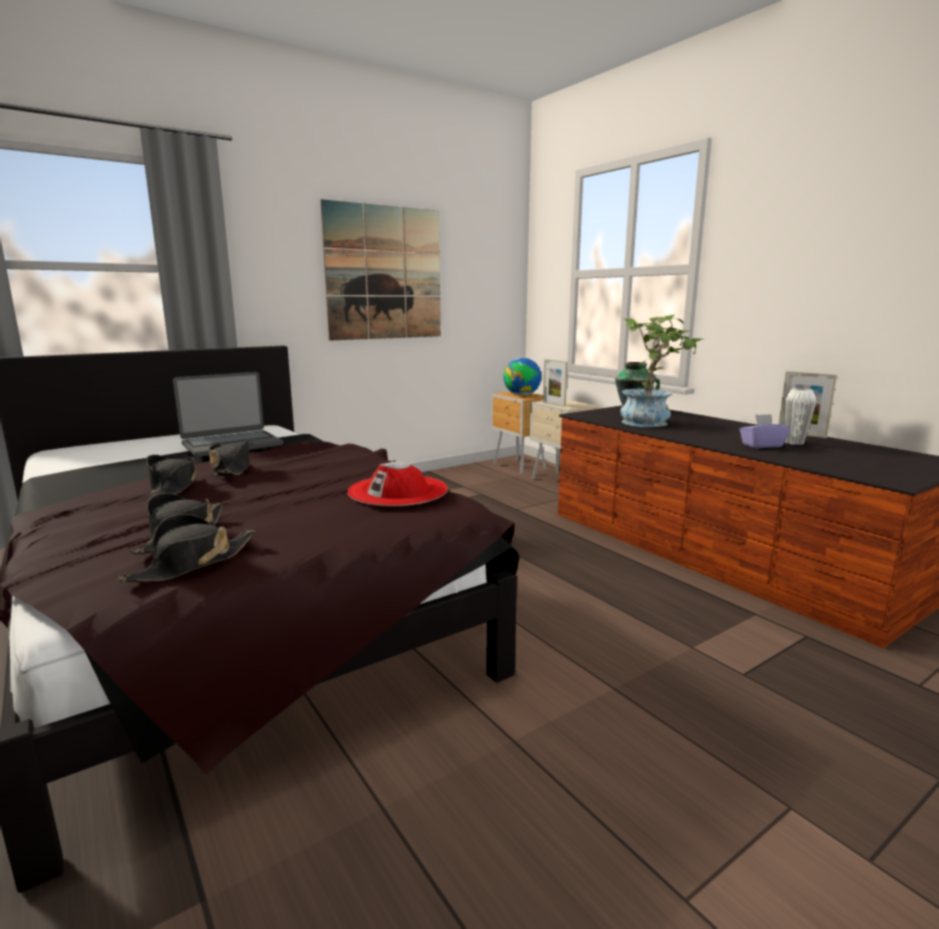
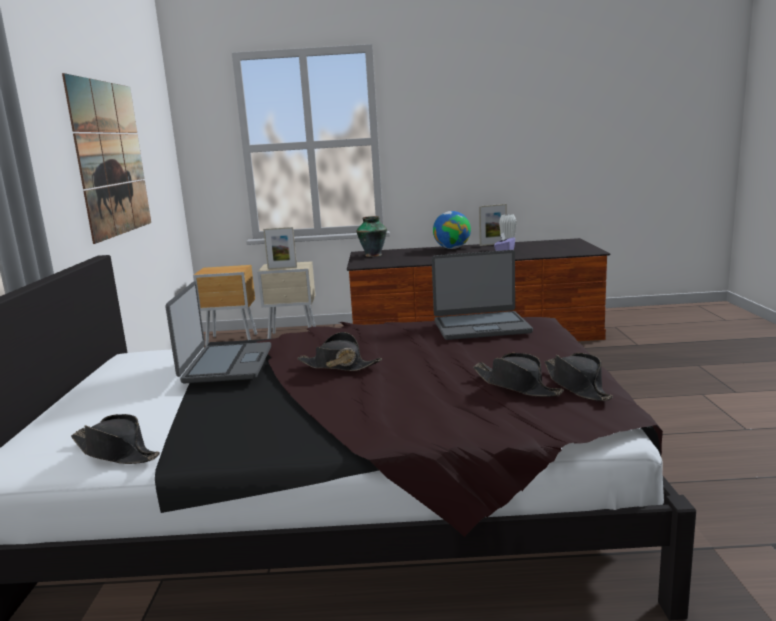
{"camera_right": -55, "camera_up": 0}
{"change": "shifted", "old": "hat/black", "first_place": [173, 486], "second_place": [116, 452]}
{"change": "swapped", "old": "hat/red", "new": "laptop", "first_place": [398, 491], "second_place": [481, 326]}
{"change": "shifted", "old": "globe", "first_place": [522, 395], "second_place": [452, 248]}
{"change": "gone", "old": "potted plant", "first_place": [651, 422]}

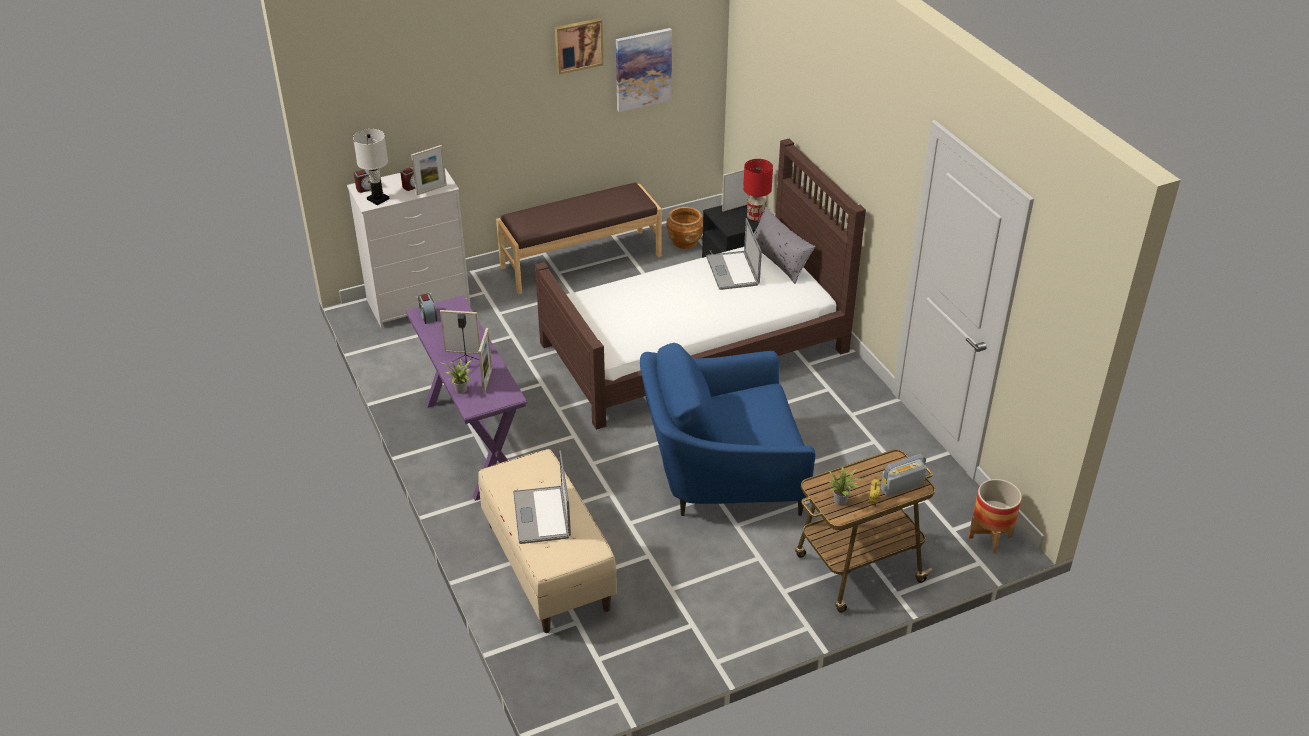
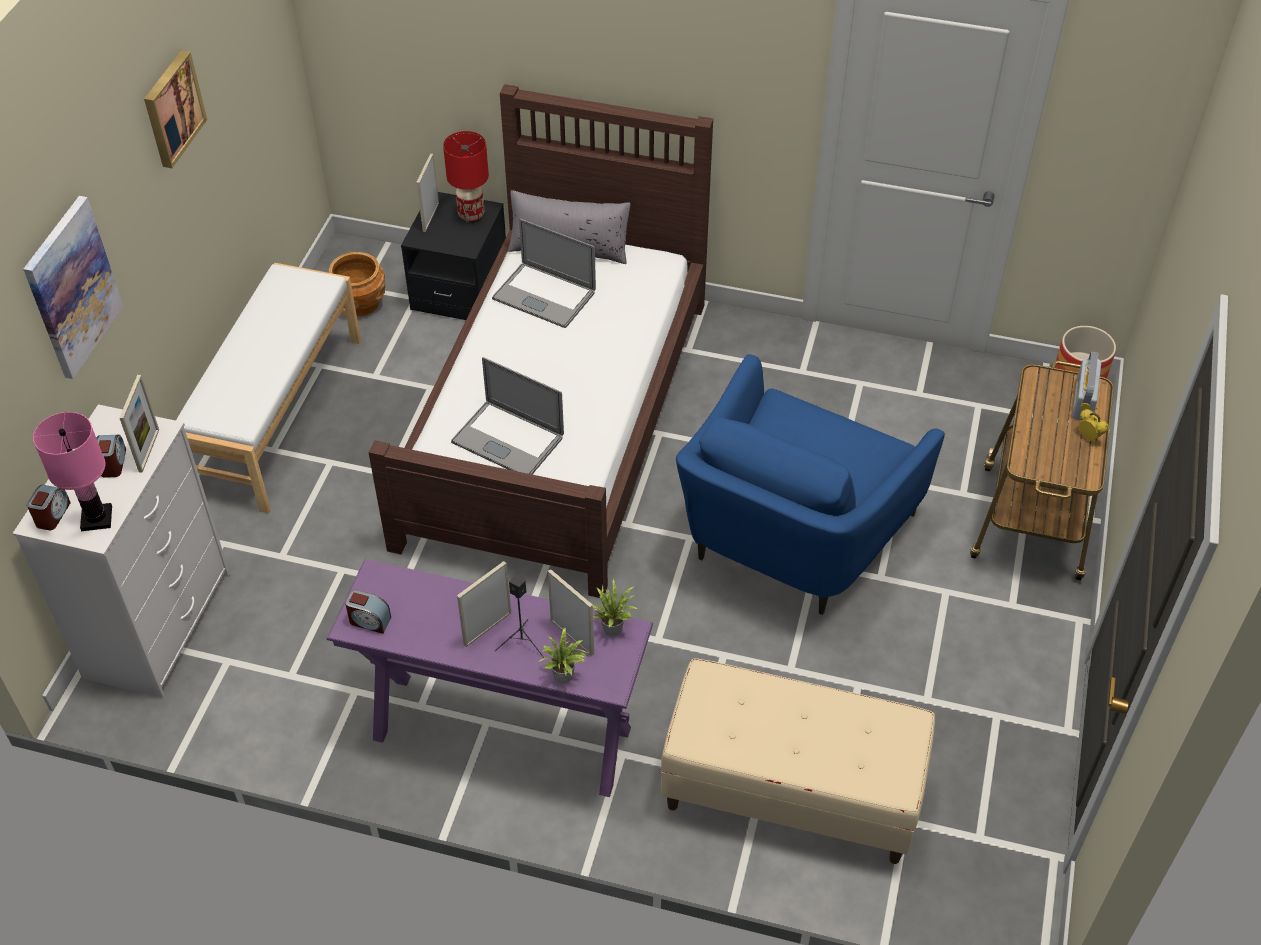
{"camera_right": -50, "camera_up": 10}
{"change": "repainted", "old": "table lamp/white", "new": "table lamp/pink", "first_place": [378, 199], "second_place": [96, 518]}
{"change": "repainted", "old": "bench/brown", "new": "bench/white", "first_place": [580, 261], "second_place": [277, 414]}
{"change": "shifted", "old": "laptop", "first_place": [542, 515], "second_place": [507, 439]}
{"change": "shifted", "old": "picture", "first_place": [643, 69], "second_place": [71, 287]}
{"change": "shifted", "old": "potted plant", "first_place": [842, 500], "second_place": [613, 627]}

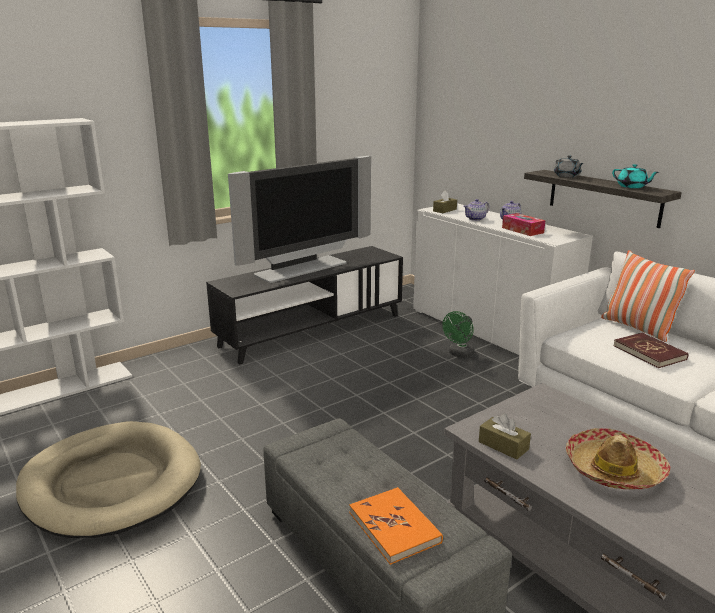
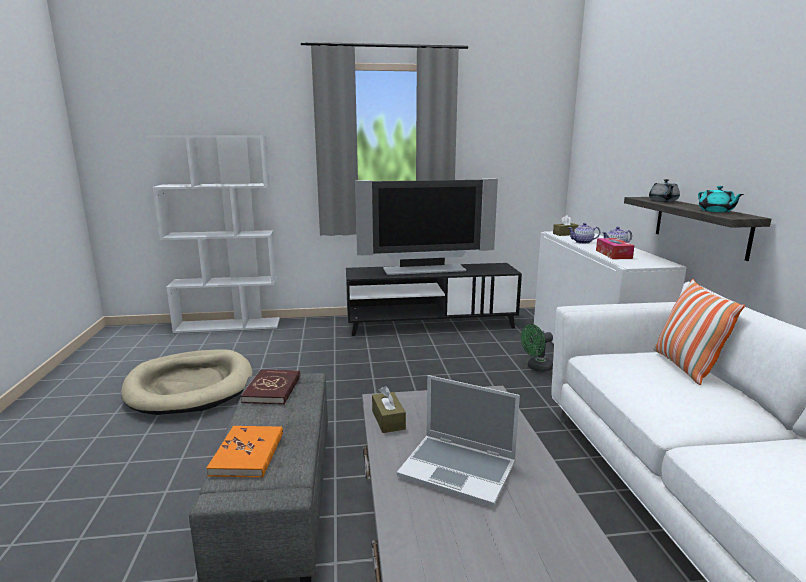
{"camera_right": 30, "camera_up": -5}
{"change": "swapped", "old": "hat", "new": "laptop", "first_place": [614, 470], "second_place": [459, 470]}
{"change": "shifted", "old": "book/red", "first_place": [649, 352], "second_place": [272, 389]}

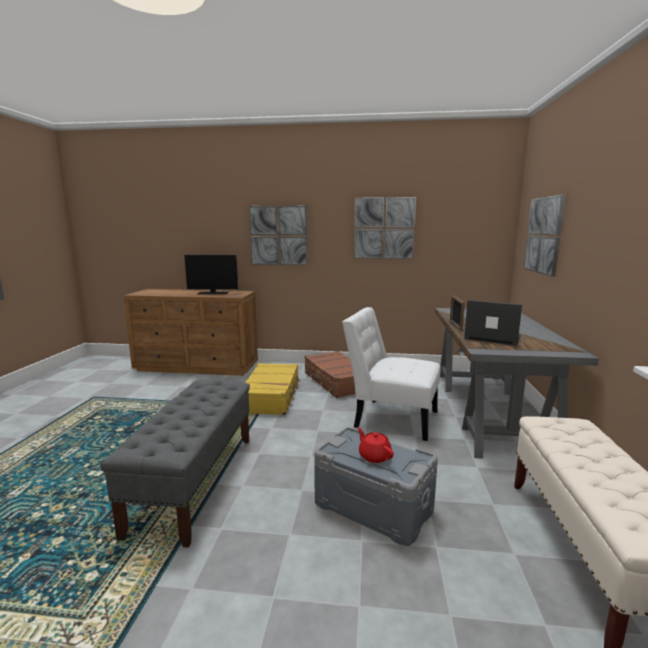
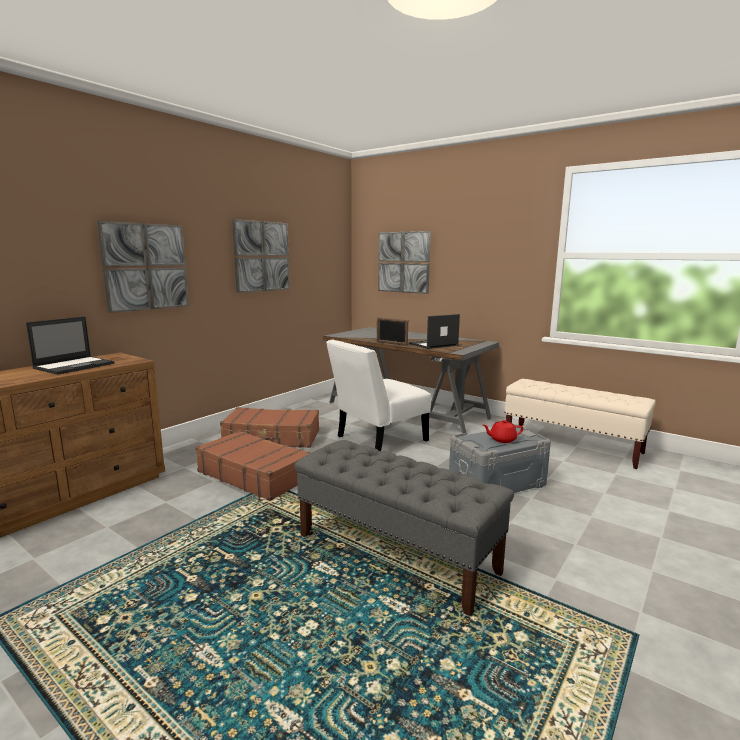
{"camera_right": -60, "camera_up": 0}
{"change": "swapped", "old": "monitor", "new": "laptop", "first_place": [213, 293], "second_place": [75, 366]}
{"change": "repainted", "old": "suitcase/yellow", "new": "suitcase/brown", "first_place": [271, 396], "second_place": [254, 475]}

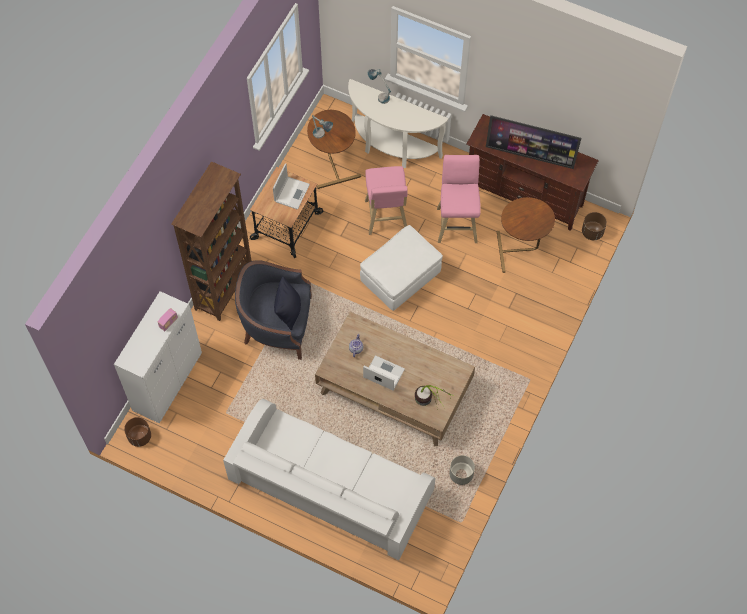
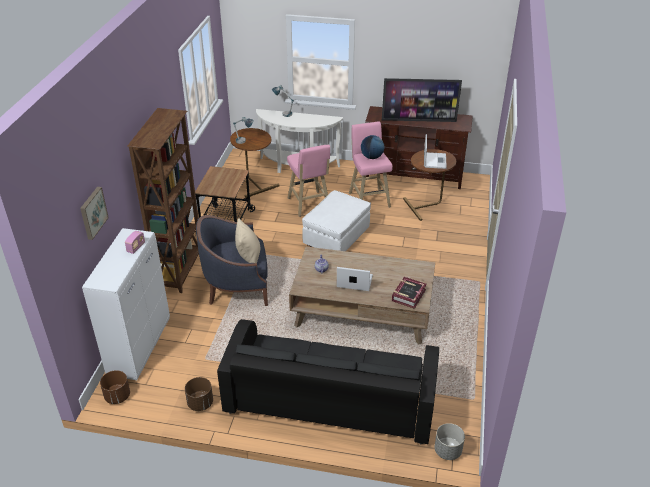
{"camera_right": -15, "camera_up": -25}
{"change": "repainted", "old": "sofa/white", "new": "sofa/black", "first_place": [330, 486], "second_place": [330, 397]}
{"change": "shifted", "old": "laptop", "first_place": [292, 192], "second_place": [434, 160]}
{"change": "repainted", "old": "pillow/black", "new": "pillow/beige", "first_place": [288, 311], "second_place": [249, 257]}
{"change": "swapped", "old": "potted plant", "new": "book", "first_place": [430, 405], "second_place": [408, 295]}
{"change": "shifted", "old": "planter/grey", "first_place": [461, 474], "second_place": [447, 451]}
{"change": "shifted", "old": "planter/brown", "first_place": [592, 232], "second_place": [200, 403]}
{"change": "new", "new": "picture", "second_place": [92, 212]}
{"change": "new", "new": "globe", "second_place": [372, 157]}

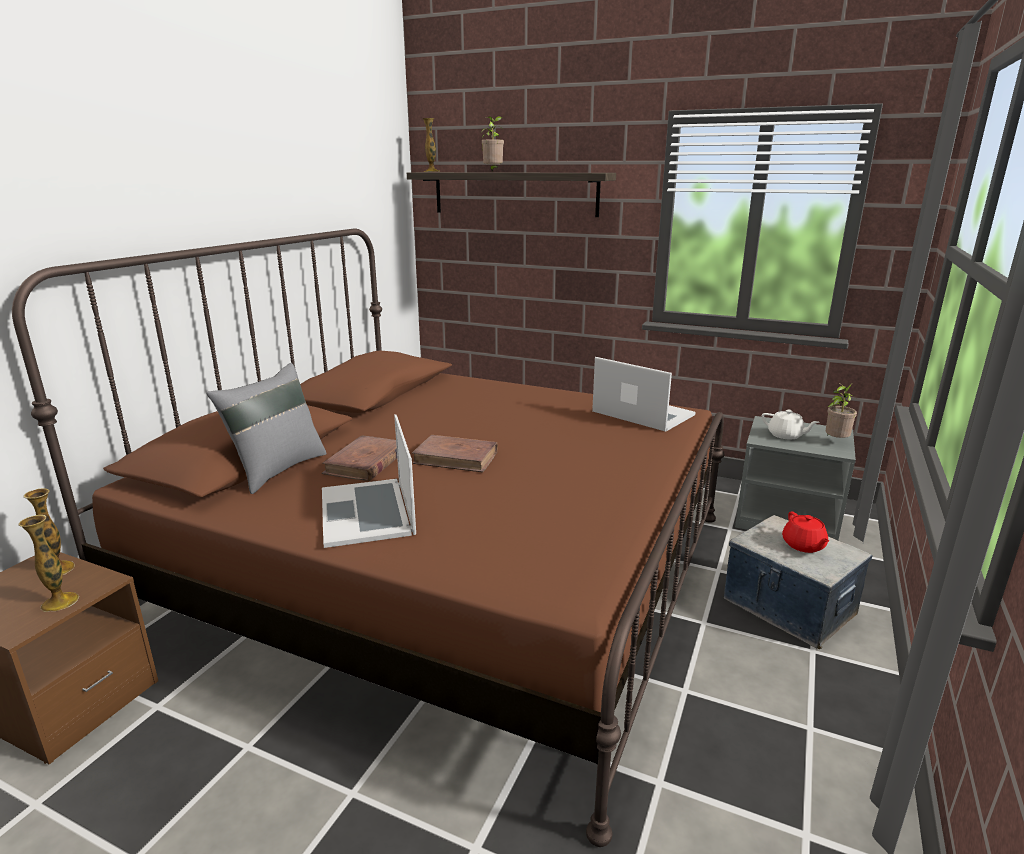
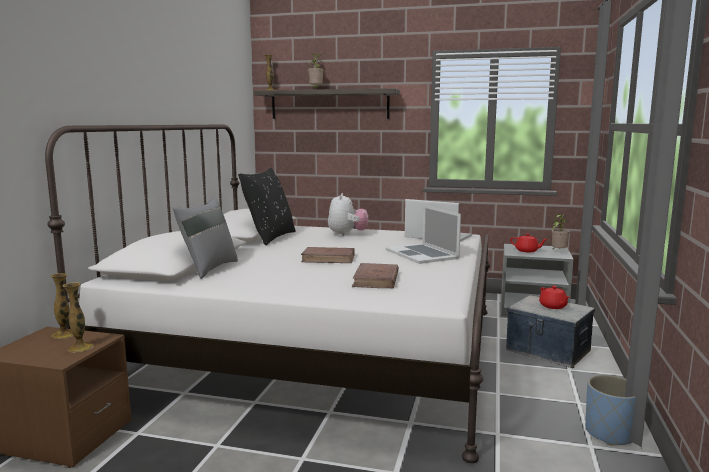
{"camera_right": -10, "camera_up": -10}
{"change": "repainted", "old": "bed/brown", "new": "bed/white", "first_place": [450, 570], "second_place": [316, 350]}
{"change": "shifted", "old": "laptop", "first_place": [368, 512], "second_place": [422, 254]}
{"change": "shifted", "old": "book/brown", "first_place": [366, 462], "second_place": [376, 279]}
{"change": "repainted", "old": "teapot/white", "new": "teapot/red", "first_place": [786, 435], "second_place": [527, 251]}
{"change": "new", "new": "pillow/black", "second_place": [269, 237]}
{"change": "new", "new": "plush toy", "second_place": [347, 234]}
{"change": "new", "new": "planter/blue", "second_place": [610, 434]}

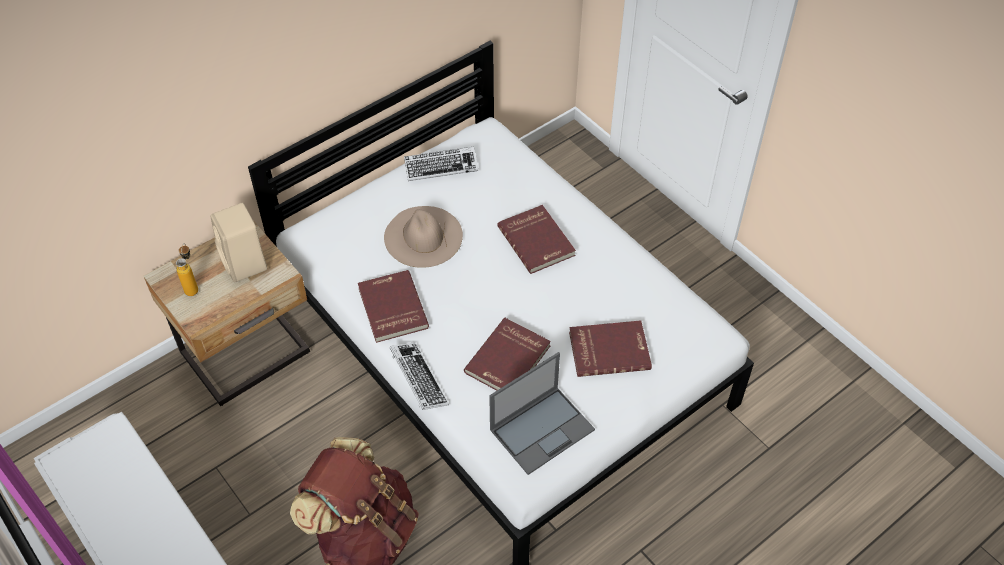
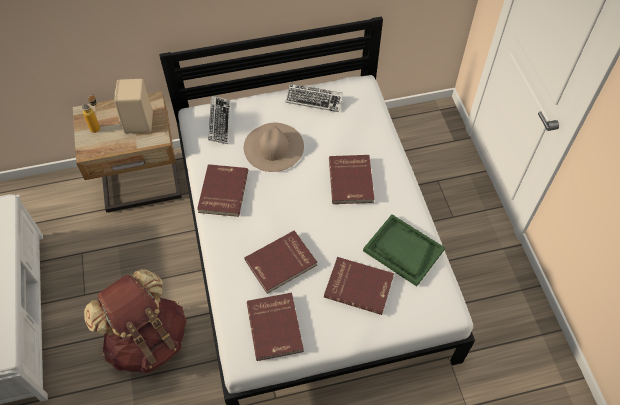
{"camera_right": 25, "camera_up": 5}
{"change": "shifted", "old": "keyboard", "first_place": [418, 379], "second_place": [219, 122]}
{"change": "swapped", "old": "laptop", "new": "book/red", "first_place": [542, 429], "second_place": [276, 327]}
{"change": "new", "new": "tray/green", "second_place": [403, 250]}

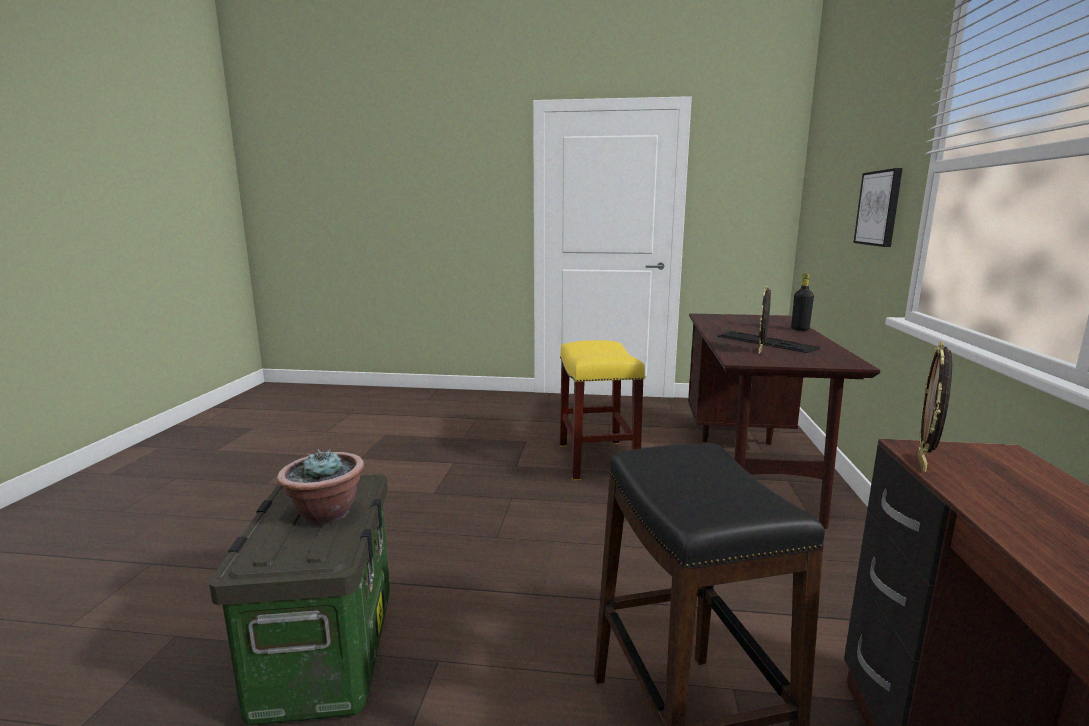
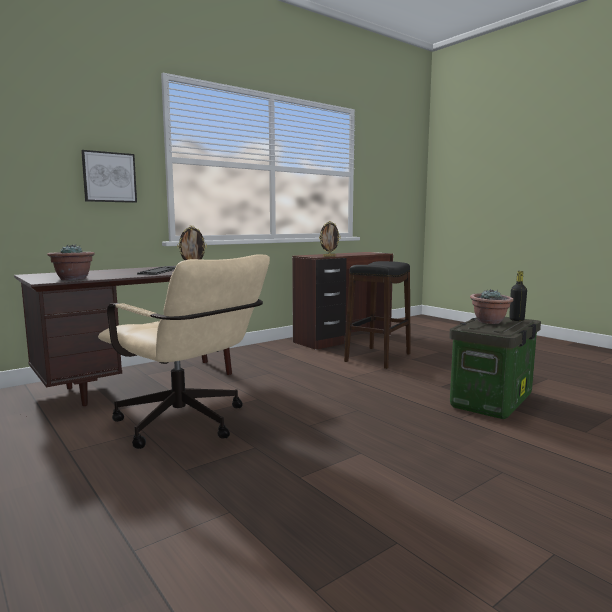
{"camera_right": -135, "camera_up": -5}
{"change": "swapped", "old": "stool/yellow", "new": "office chair/beige", "first_place": [596, 459], "second_place": [188, 425]}
{"change": "shifted", "old": "bottle/black", "first_place": [800, 329], "second_place": [516, 320]}
{"change": "new", "new": "potted plant", "second_place": [73, 279]}

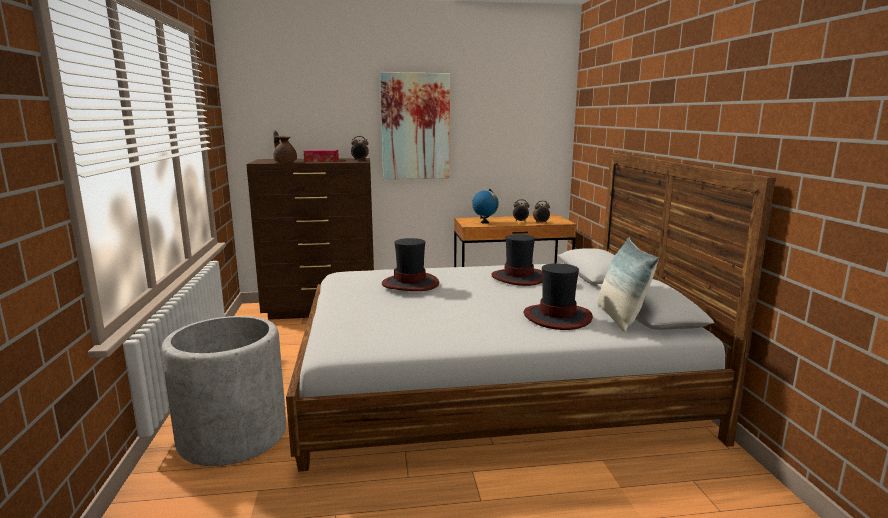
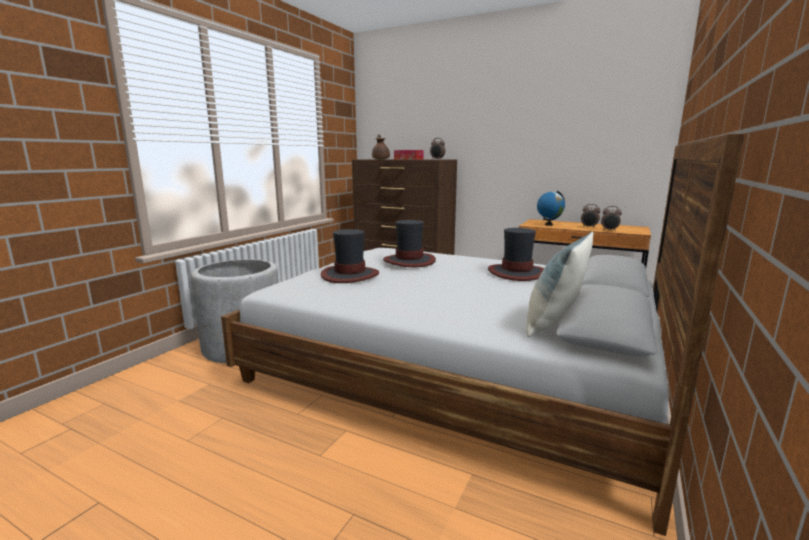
{"camera_right": 35, "camera_up": 0}
{"change": "gone", "old": "picture", "first_place": [415, 127]}
{"change": "shifted", "old": "hat", "first_place": [557, 317], "second_place": [350, 275]}

